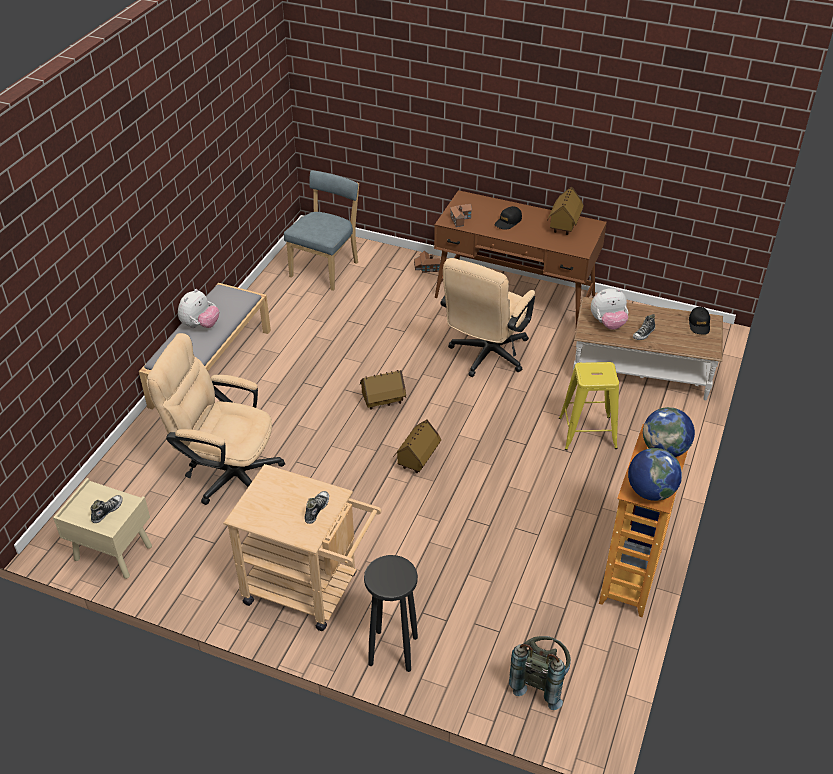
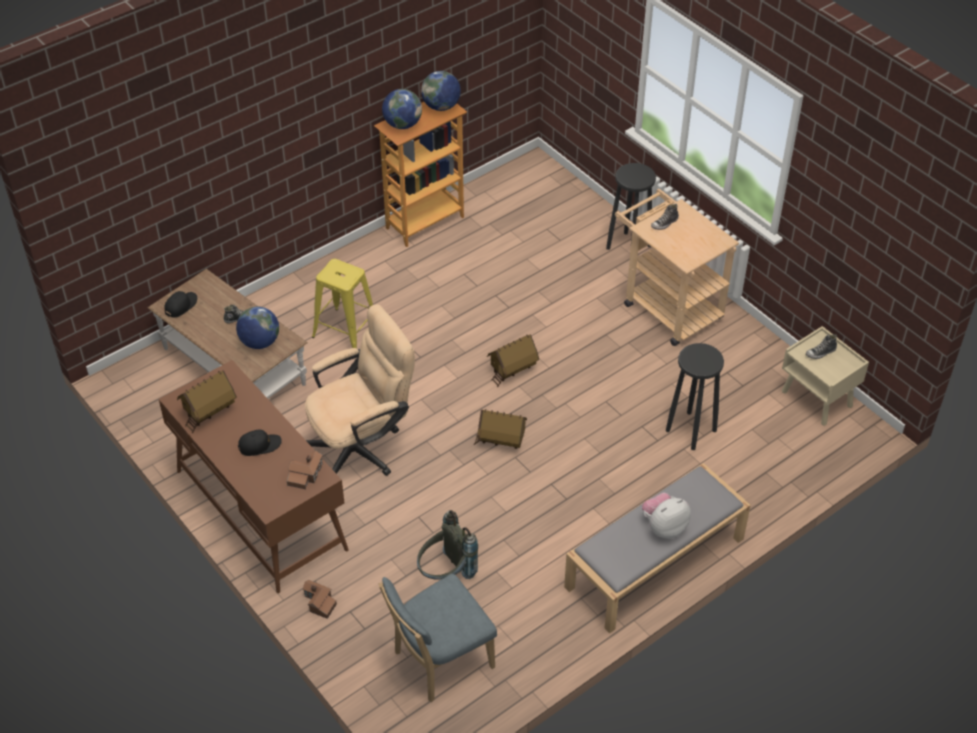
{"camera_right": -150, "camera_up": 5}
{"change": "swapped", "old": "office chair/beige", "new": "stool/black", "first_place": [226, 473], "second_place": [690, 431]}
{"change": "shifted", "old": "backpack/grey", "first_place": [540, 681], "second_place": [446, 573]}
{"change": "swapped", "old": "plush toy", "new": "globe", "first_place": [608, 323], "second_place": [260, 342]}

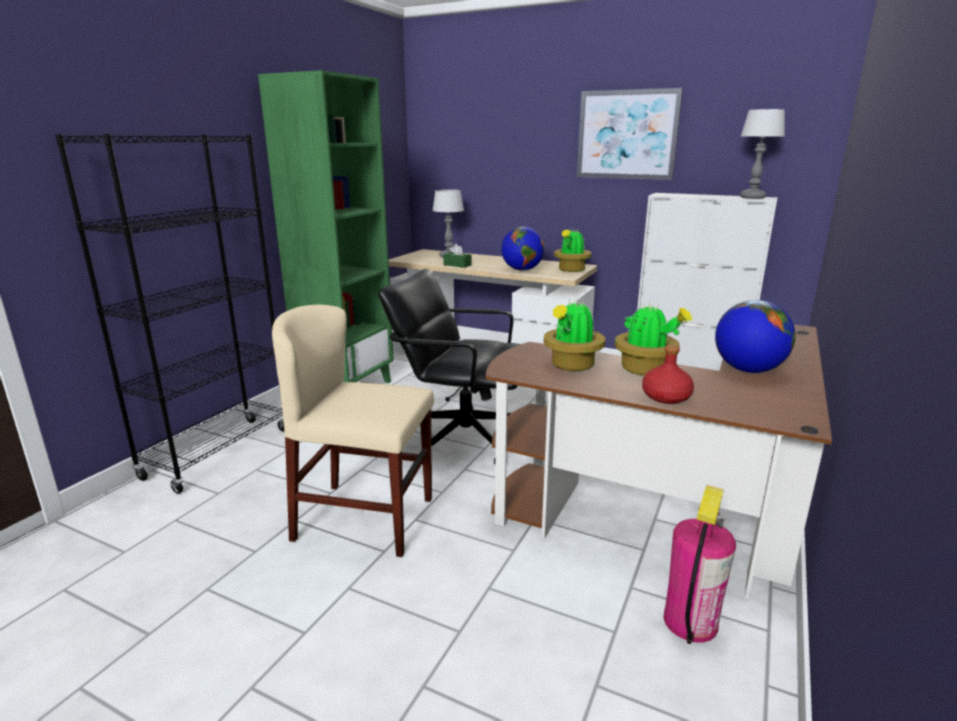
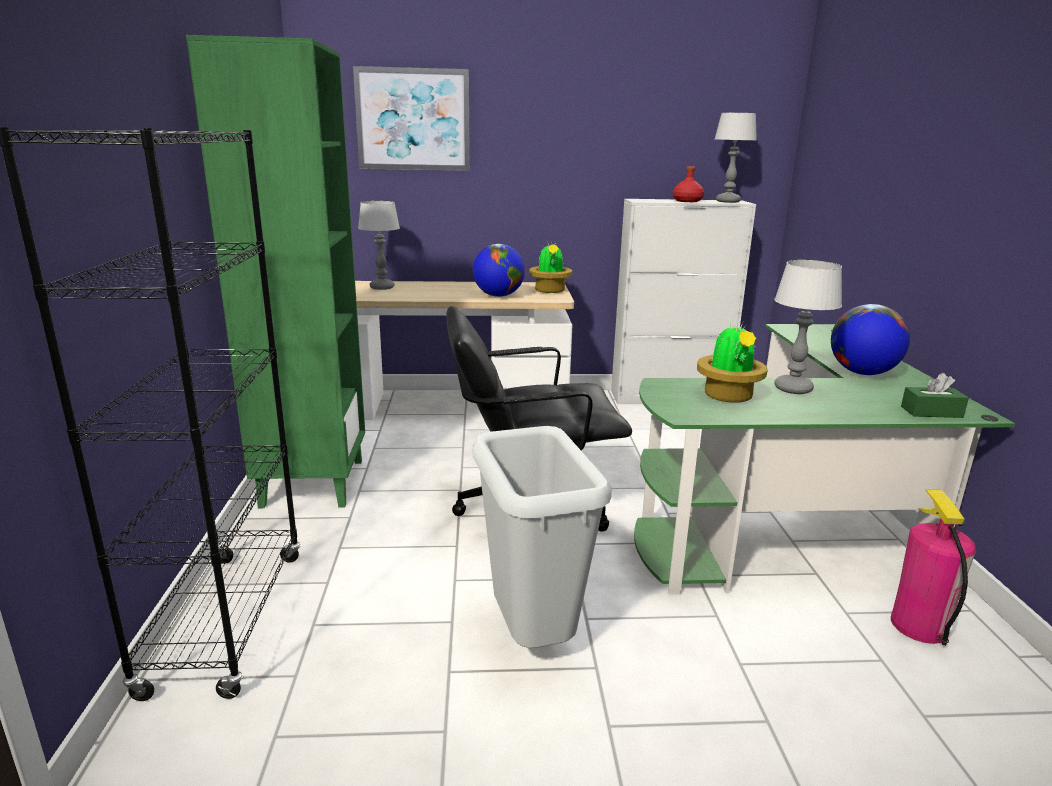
{"camera_right": -30, "camera_up": 0}
{"change": "swapped", "old": "chair/beige", "new": "trash can/grey", "first_place": [365, 518], "second_place": [530, 638]}
{"change": "shifted", "old": "tissue box/green", "first_place": [457, 265], "second_place": [931, 412]}
{"change": "repainted", "old": "desk/brown", "new": "desk/green", "first_place": [675, 508], "second_place": [796, 525]}
{"change": "shifted", "old": "picture", "first_place": [627, 135], "second_place": [413, 119]}
{"change": "swapped", "old": "potted plant", "new": "table lamp", "first_place": [646, 370], "second_place": [793, 388]}
{"change": "shifted", "old": "bottle/red", "first_place": [666, 397], "second_place": [687, 201]}

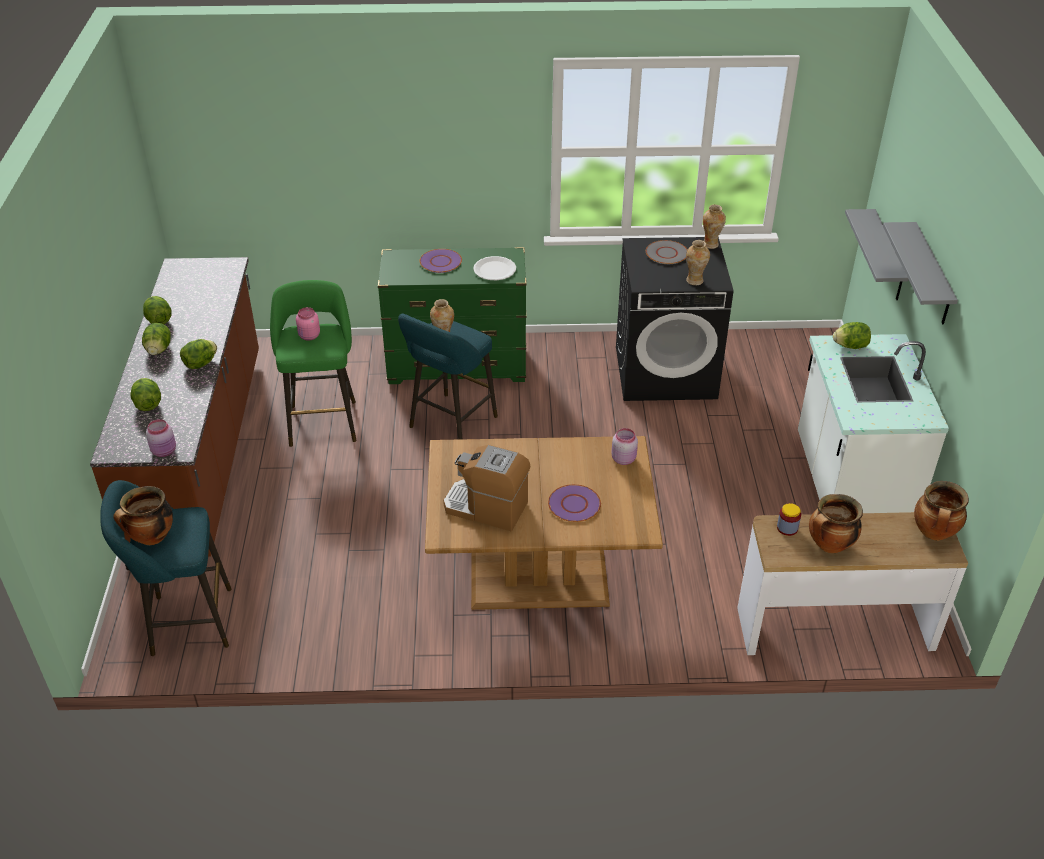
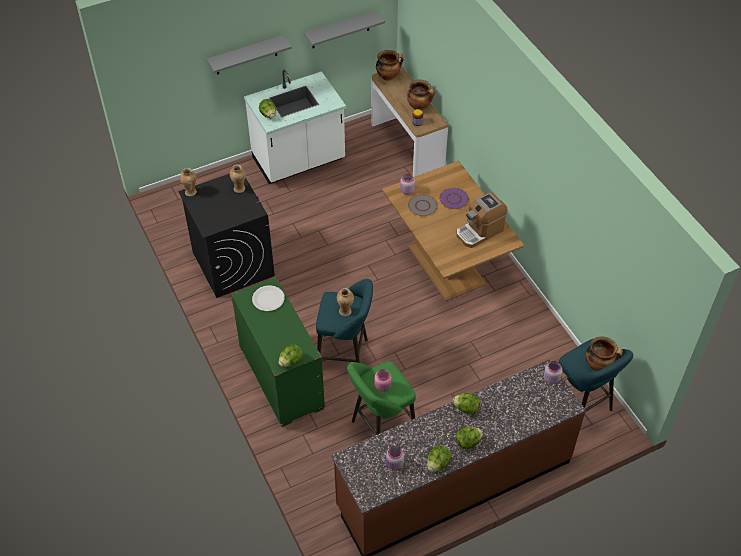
{"camera_right": -115, "camera_up": 10}
{"change": "shifted", "old": "lettuce", "first_place": [148, 404], "second_place": [291, 361]}
{"change": "gone", "old": "plate/purple", "first_place": [440, 262]}
{"change": "rotated", "old": "coffee machine", "first_place": [486, 507], "second_place": [479, 231], "degrees": 60}
{"change": "shifted", "old": "plate/grey", "first_place": [666, 253], "second_place": [422, 206]}
{"change": "shifted", "old": "shelf/grey", "first_place": [888, 257], "second_place": [340, 30]}
{"change": "new", "new": "jar/pink", "second_place": [394, 464]}

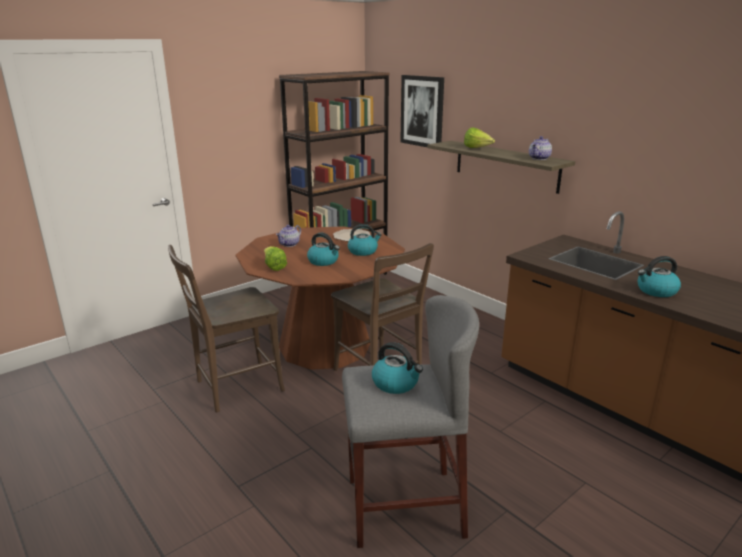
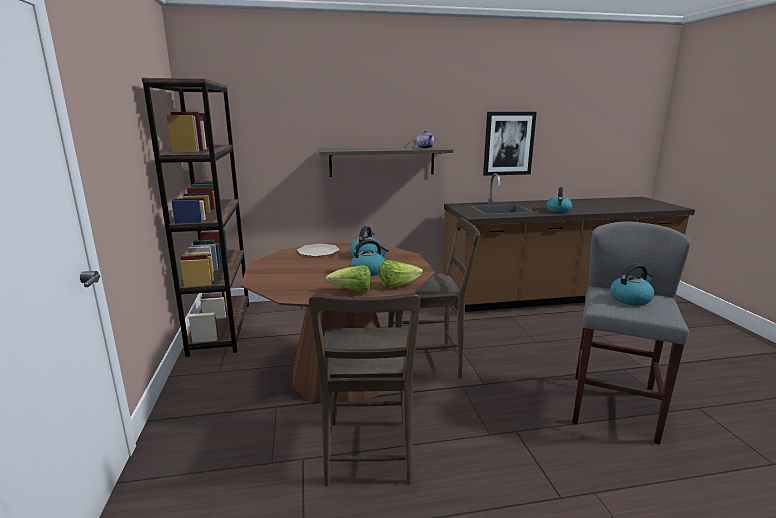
{"camera_right": -60, "camera_up": -5}
{"change": "gone", "old": "teapot", "first_place": [289, 244]}
{"change": "shifted", "old": "picture", "first_place": [422, 111], "second_place": [508, 143]}
{"change": "shifted", "old": "lettuce", "first_place": [477, 148], "second_place": [397, 285]}

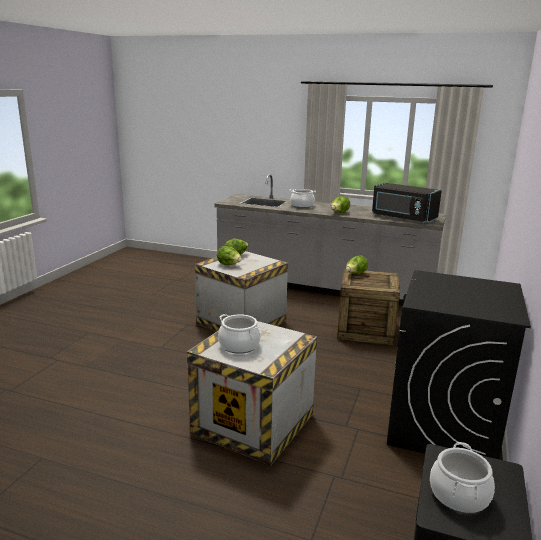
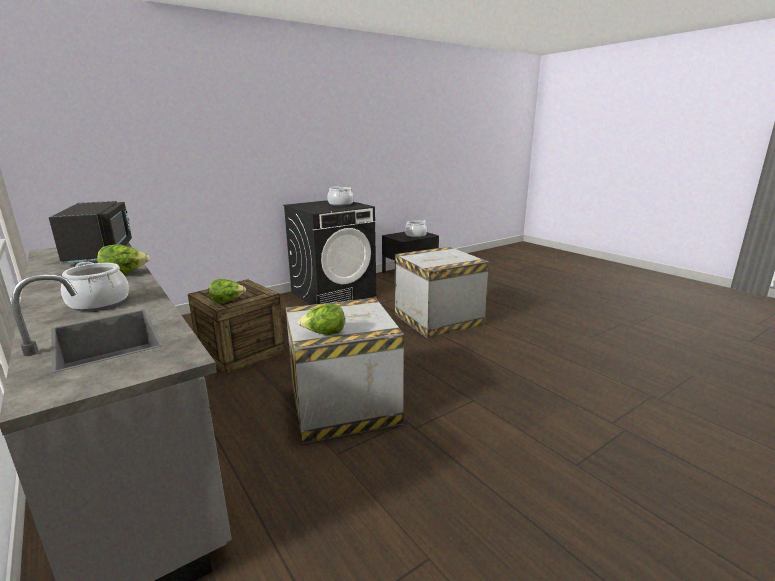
{"camera_right": -145, "camera_up": 0}
{"change": "gone", "old": "lettuce", "first_place": [229, 265]}
{"change": "shifted", "old": "cooking pot", "first_place": [239, 345], "second_place": [340, 204]}

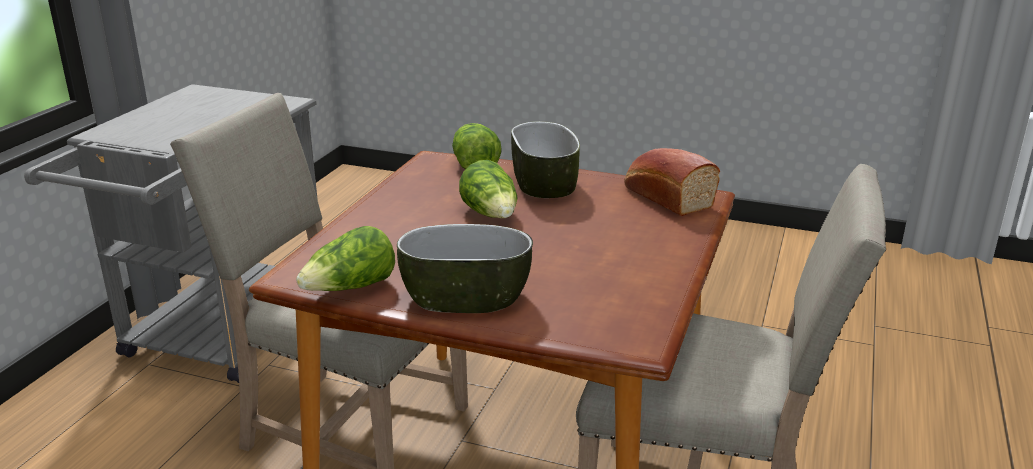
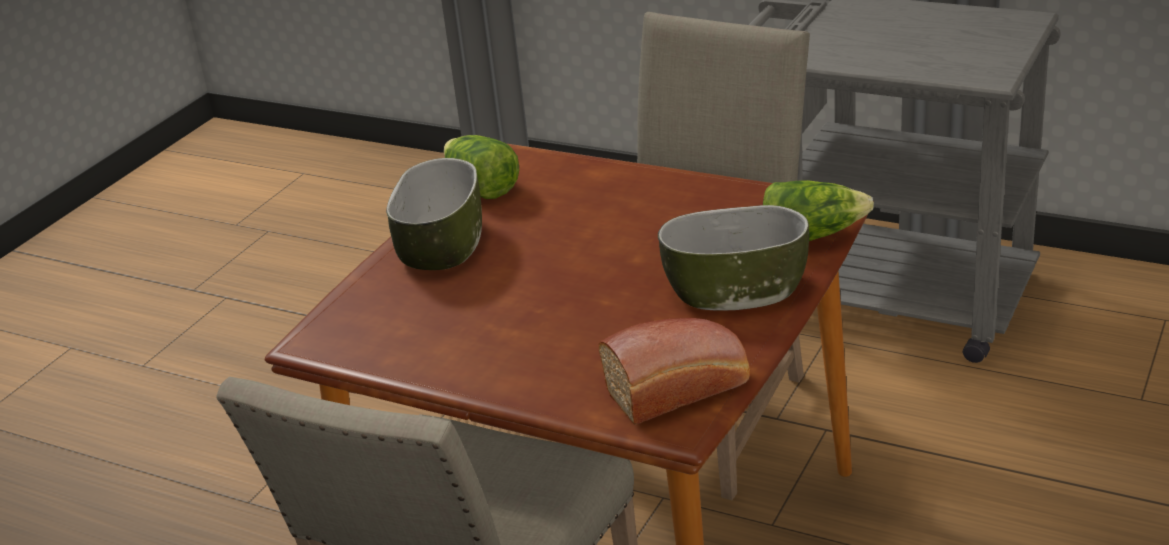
{"camera_right": 100, "camera_up": 5}
{"change": "gone", "old": "lettuce", "first_place": [491, 215]}

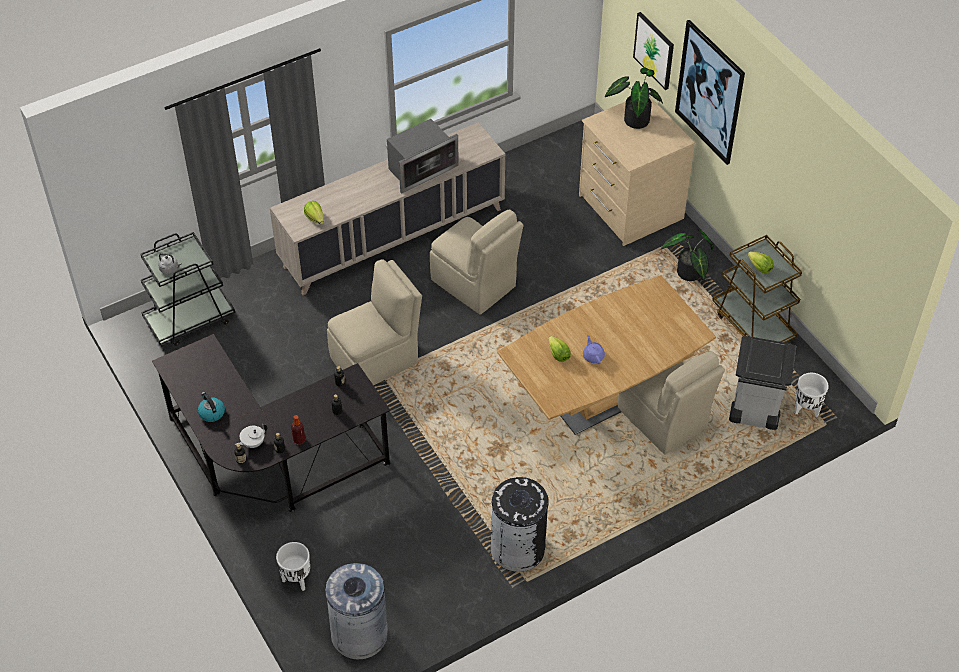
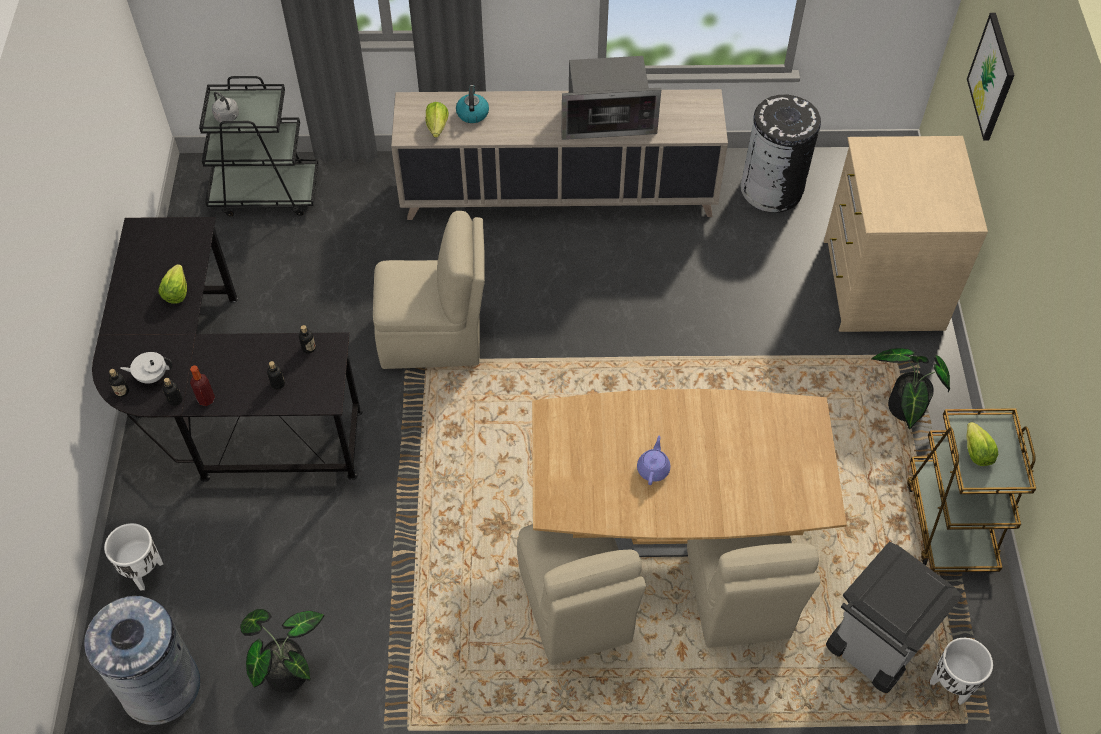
{"camera_right": 30, "camera_up": 5}
{"change": "shifted", "old": "kettle", "first_place": [211, 413], "second_place": [472, 113]}
{"change": "shifted", "old": "chair/beige", "first_place": [475, 284], "second_place": [575, 608]}
{"change": "shifted", "old": "trash can/black", "first_place": [518, 548], "second_place": [772, 189]}
{"change": "shifted", "old": "lettuce", "first_place": [558, 354], "second_place": [176, 292]}
{"change": "shifted", "old": "potted plant", "first_place": [634, 119], "second_place": [286, 667]}
{"change": "gone", "old": "picture", "first_place": [709, 92]}

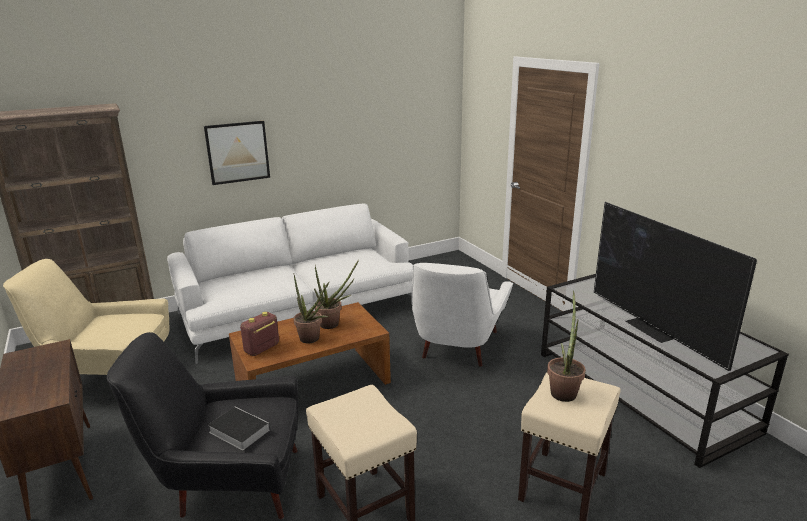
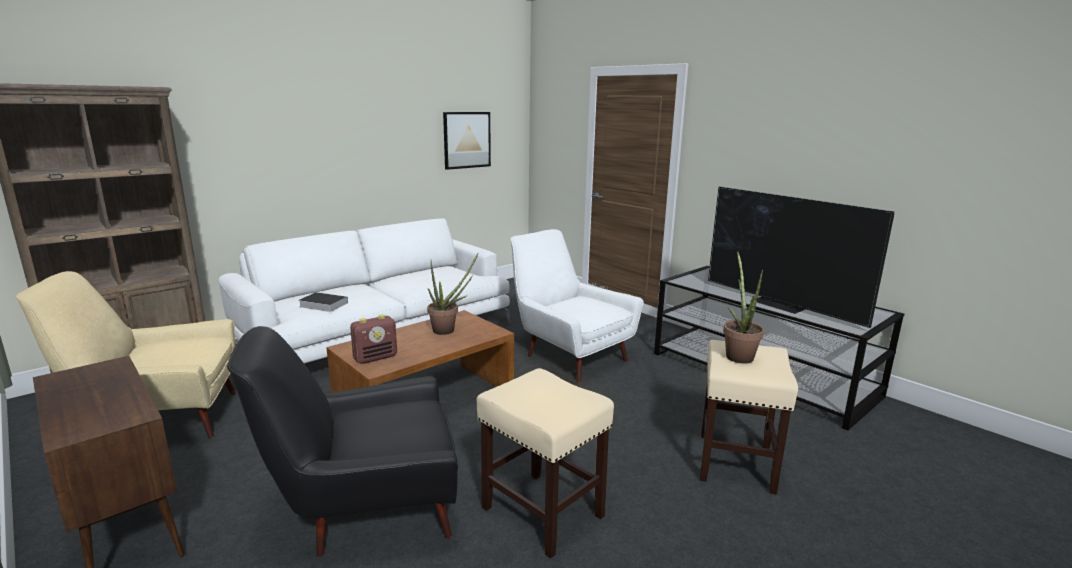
{"camera_right": -15, "camera_up": -5}
{"change": "shifted", "old": "picture", "first_place": [237, 152], "second_place": [467, 140]}
{"change": "shifted", "old": "book", "first_place": [237, 430], "second_place": [322, 305]}
{"change": "rotated", "old": "radio", "first_place": [261, 349], "second_place": [376, 358], "degrees": -150}
{"change": "gone", "old": "potted plant", "first_place": [312, 340]}
{"change": "rotated", "old": "armchair/white", "first_place": [456, 348], "second_place": [568, 355], "degrees": 135}

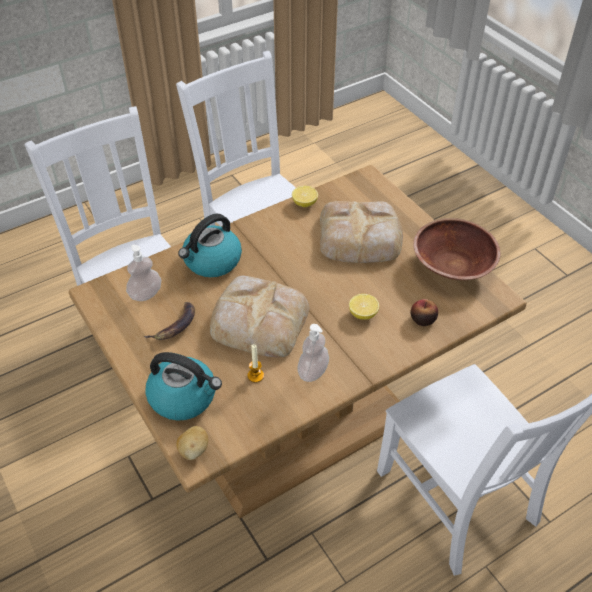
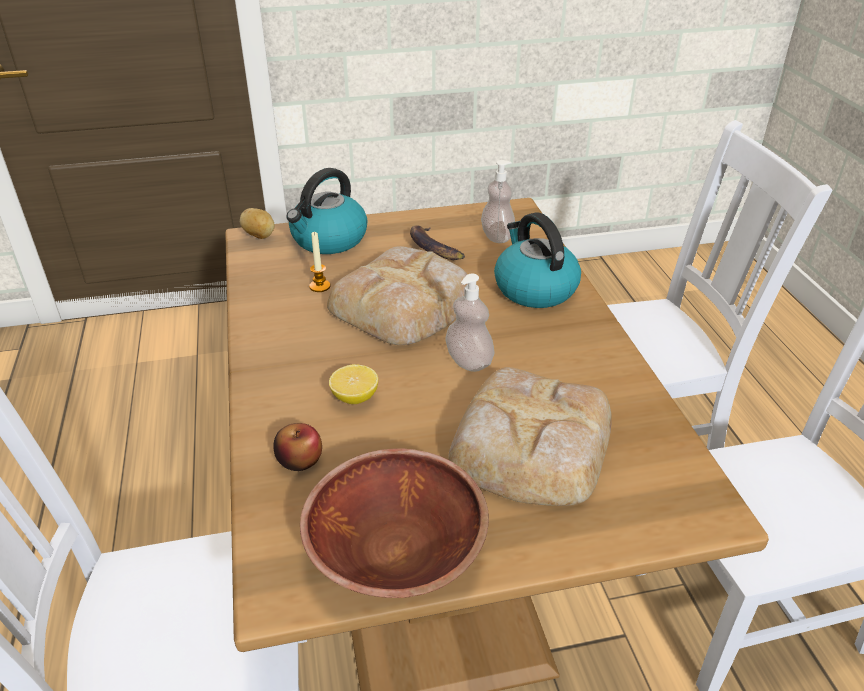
{"camera_right": 110, "camera_up": -10}
{"change": "gone", "old": "lemon", "first_place": [304, 203]}
{"change": "shifted", "old": "soap dispenser", "first_place": [313, 372], "second_place": [469, 361]}

